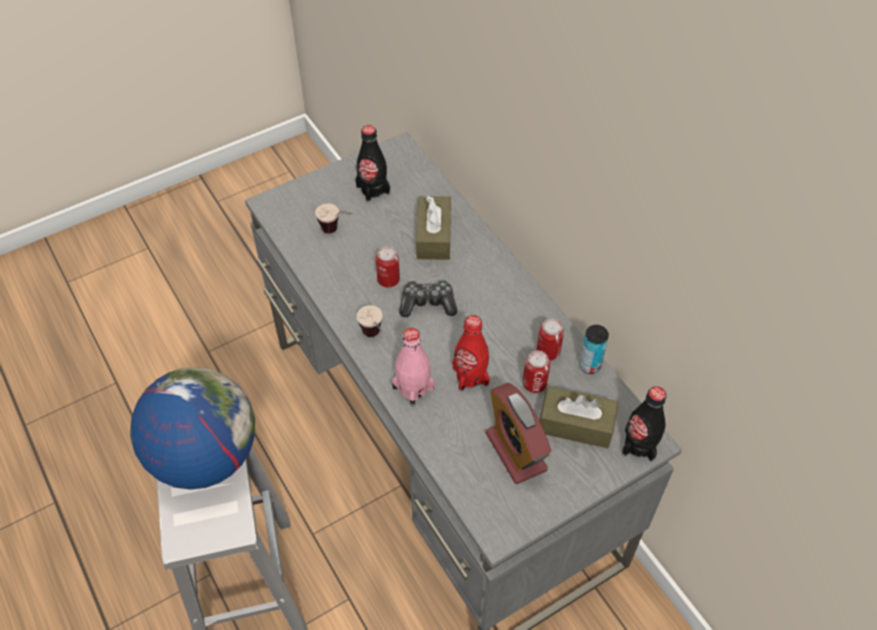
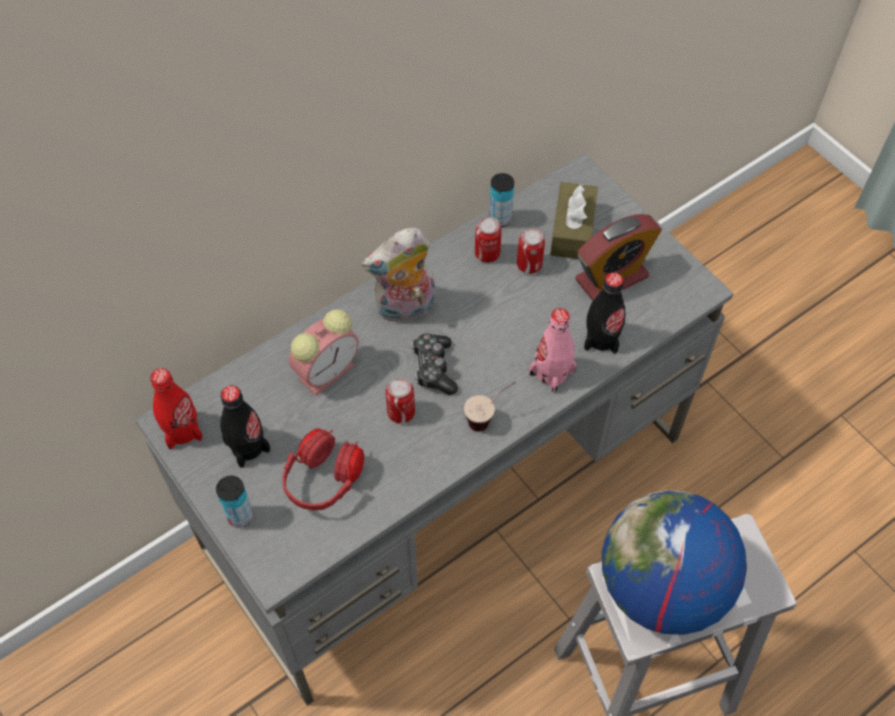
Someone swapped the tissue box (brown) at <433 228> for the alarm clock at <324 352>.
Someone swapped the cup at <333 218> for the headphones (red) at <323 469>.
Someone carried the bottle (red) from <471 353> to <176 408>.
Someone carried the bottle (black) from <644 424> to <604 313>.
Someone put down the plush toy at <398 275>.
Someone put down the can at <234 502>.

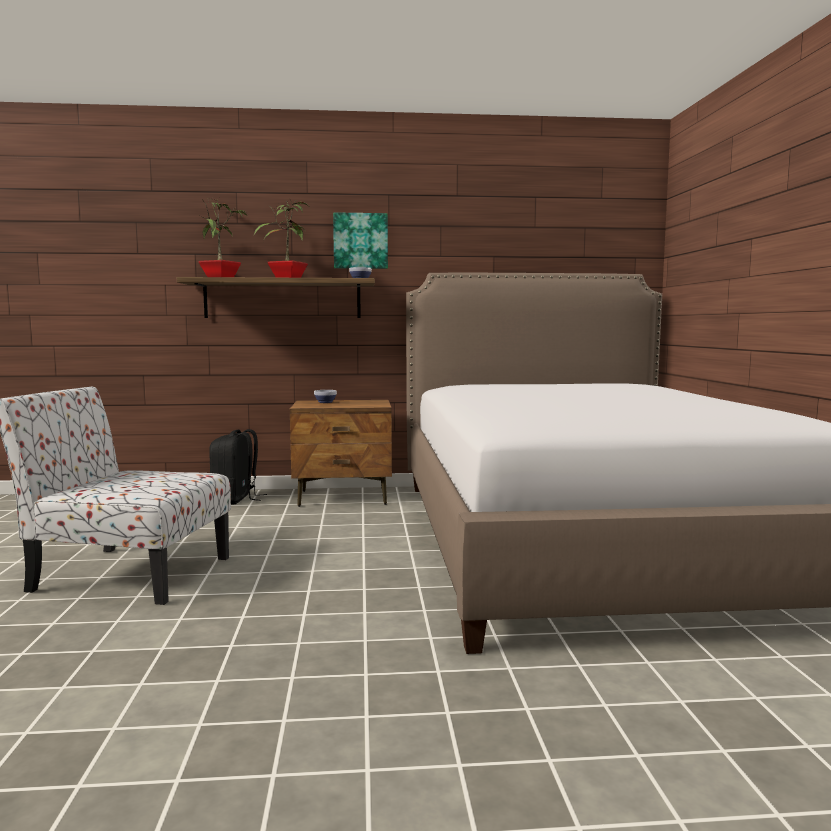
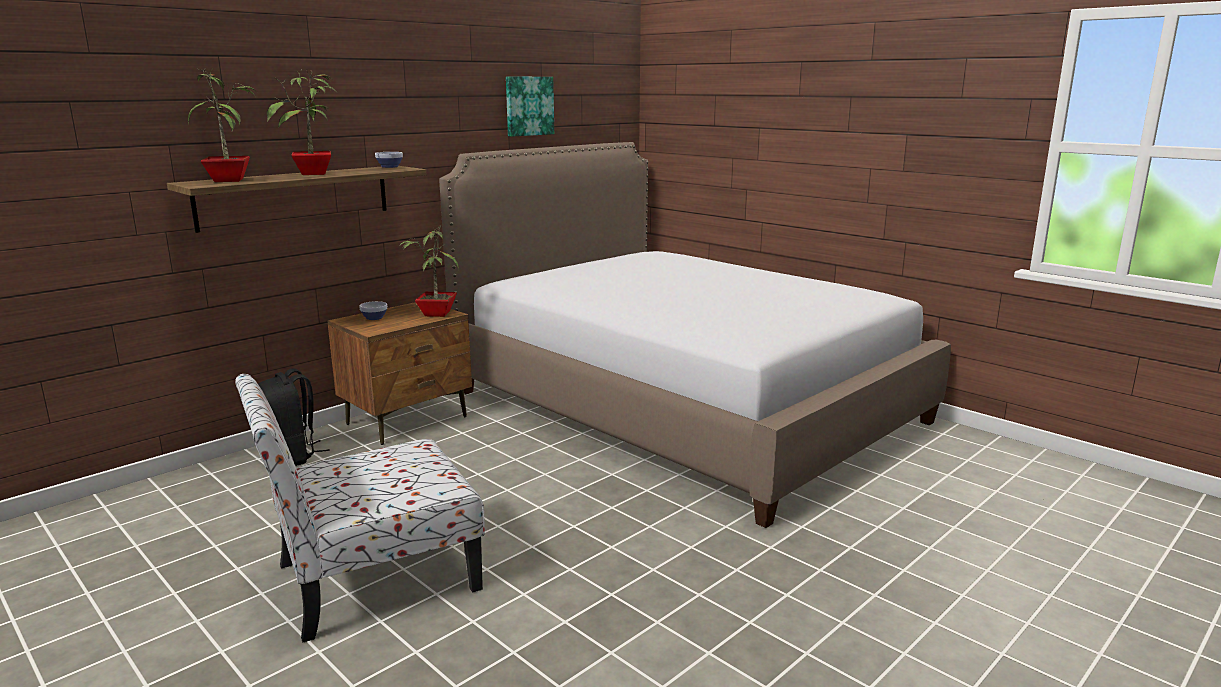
Someone carried the picture from <360 240> to <530 106>.
Someone put down the potted plant at <428 270>.

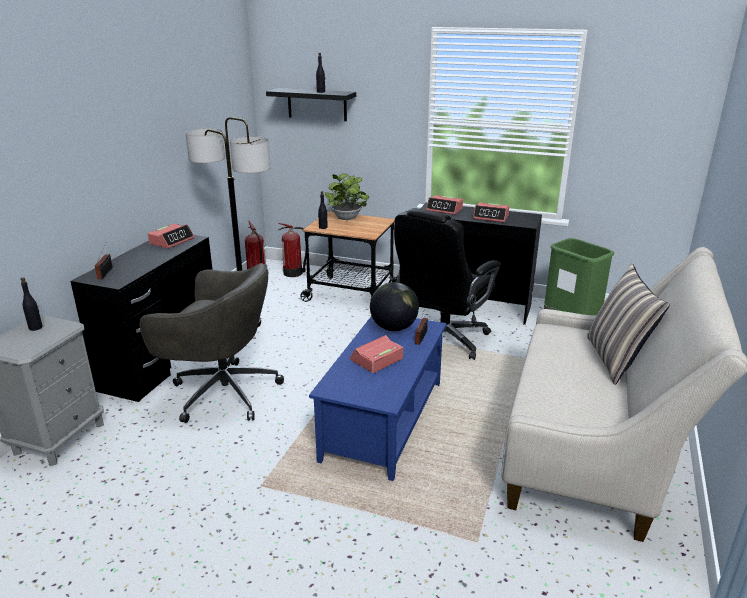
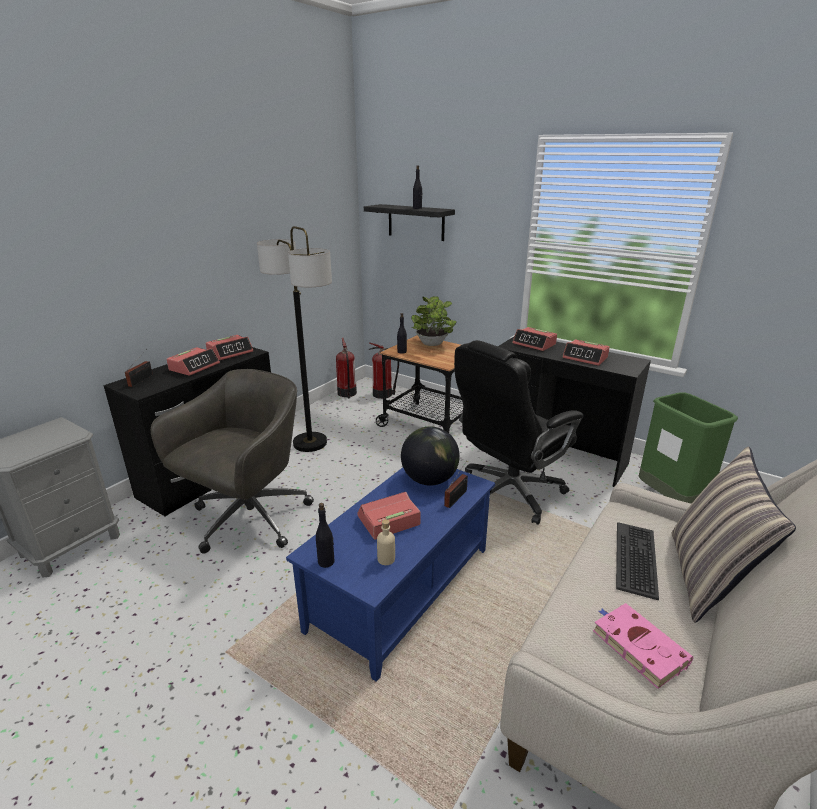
Someone rotated the office chair (grey) at <212 343> by 90 degrees counterclockwise.
Someone carried the bottle (black) from <32 304> to <325 535>.
Someone put down the alarm clock at <193 361>.
Someone put down the bottle (beige) at <386 542>.
Someone put down the keyboard at <637 561>.
Someone put down the book (pink) at <643 646>.

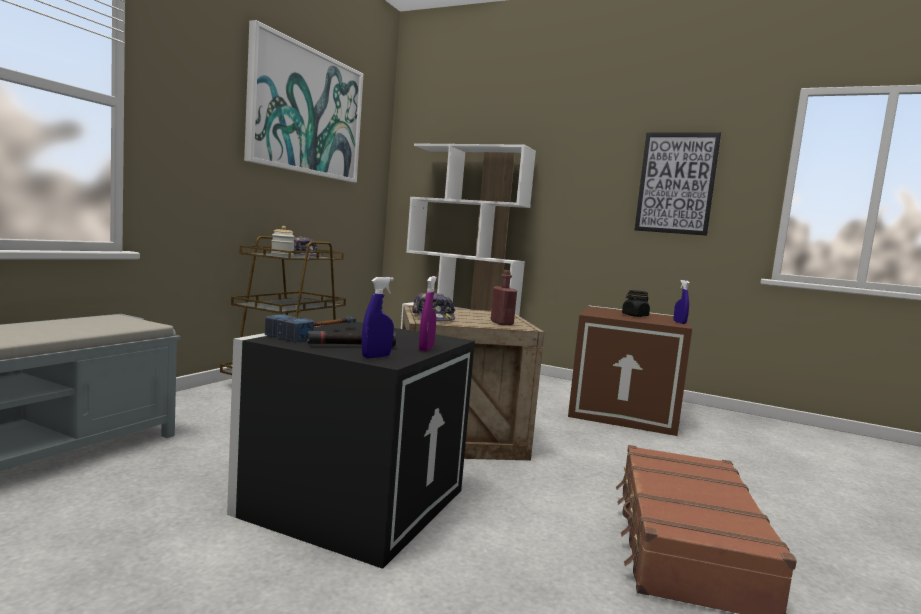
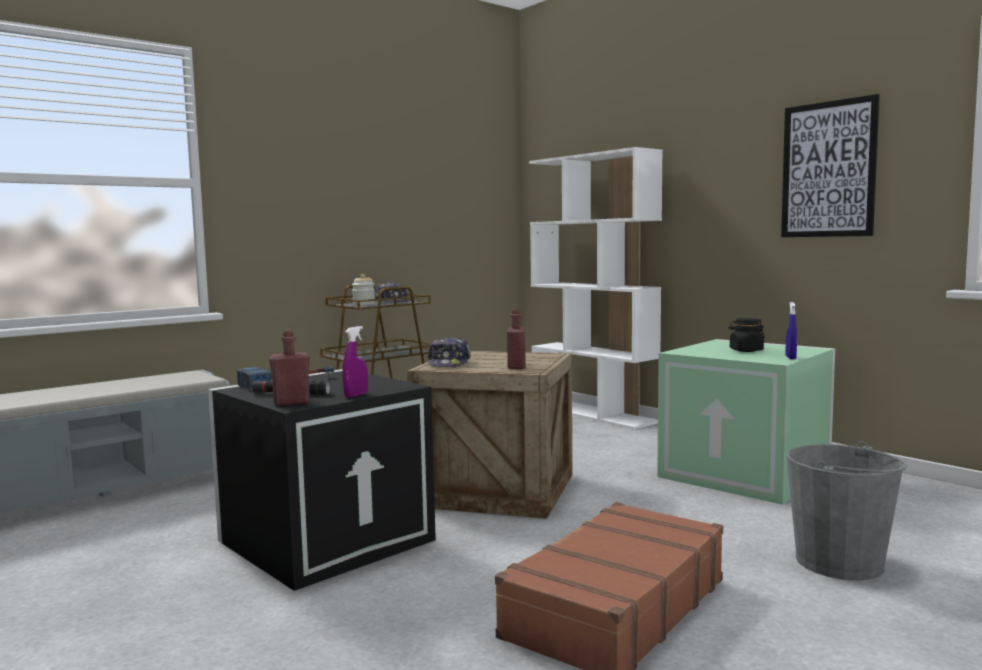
Someone took away the picture at <303 101>.
Someone swapped the spray bottle (blue) at <378 317> for the bottle (red) at <289 368>.
Someone repainted the storage box (brown) at <630 371>, which became the storage box (green) at <746 422>.
Someone put down the bucket (grey) at <847 511>.

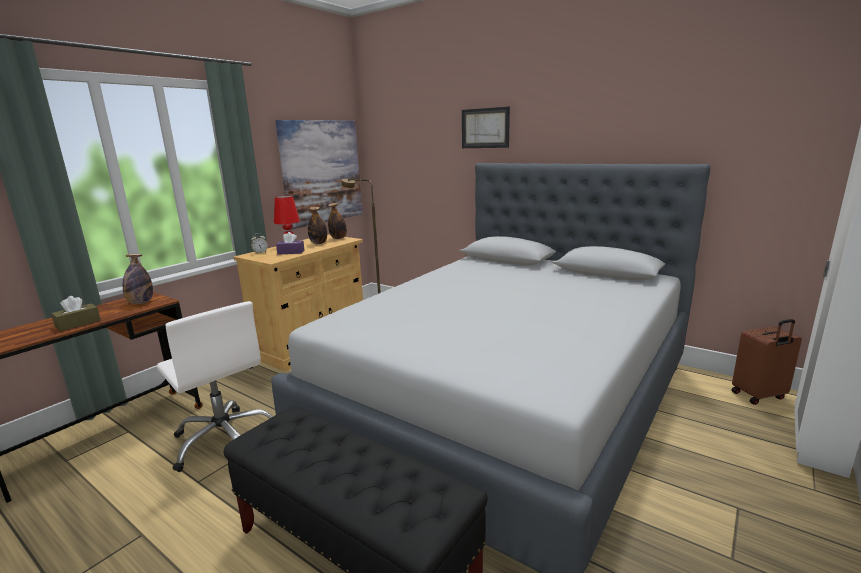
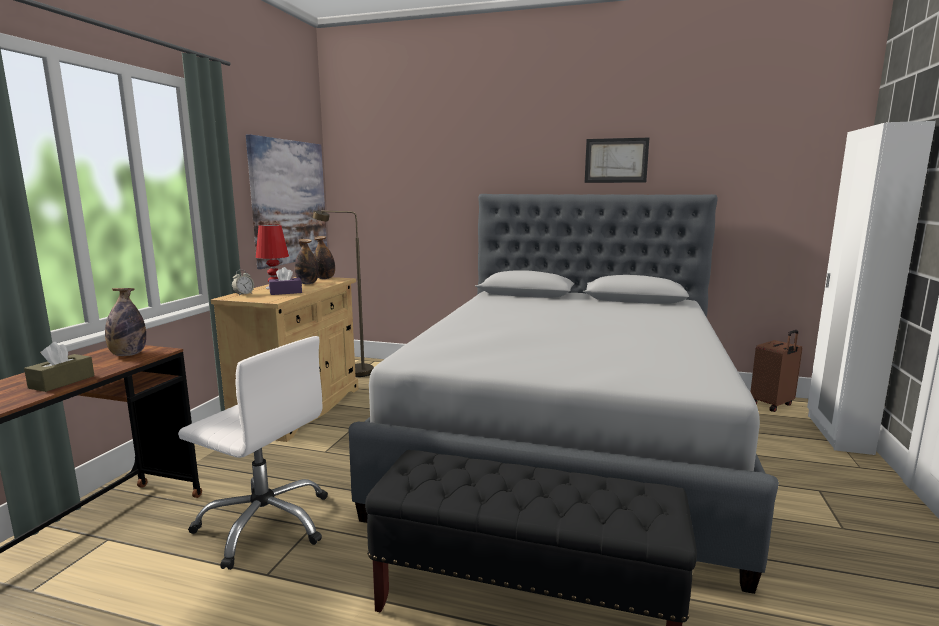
Someone carried the picture from <486 127> to <617 160>.

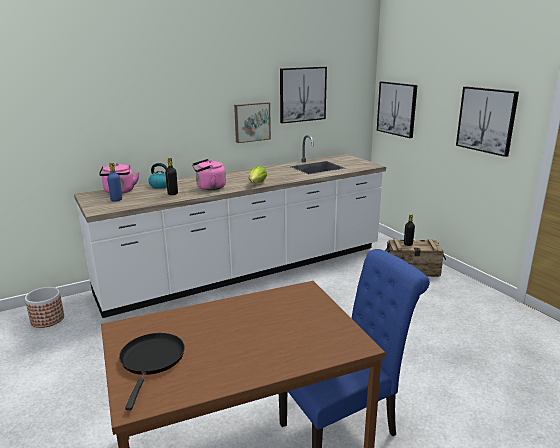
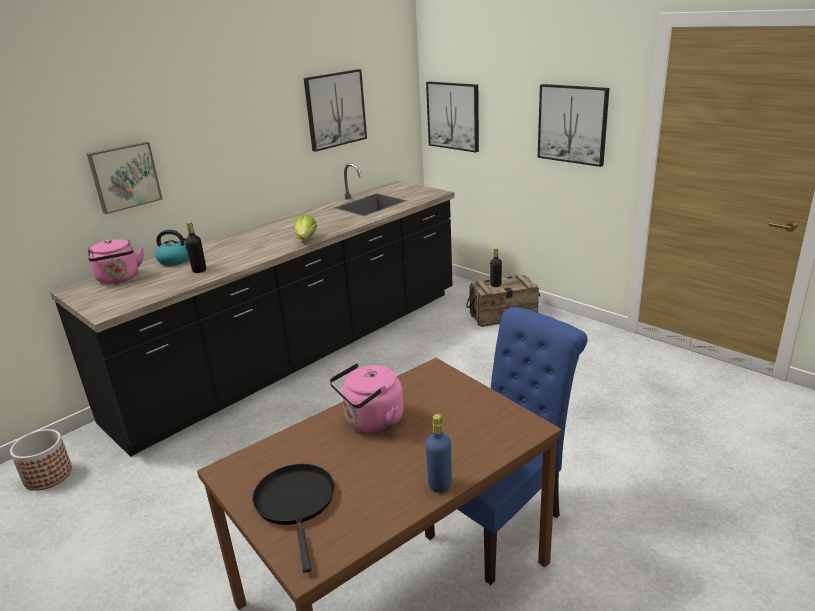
Someone carried the picture from <252 122> to <124 177>.
Someone repainted the counter (white) at <230 226>, which became the counter (black) at <252 310>.
Someone carried the kettle (pink) from <209 174> to <366 398>.
Someone carried the bottle (blue) from <114 182> to <439 453>.

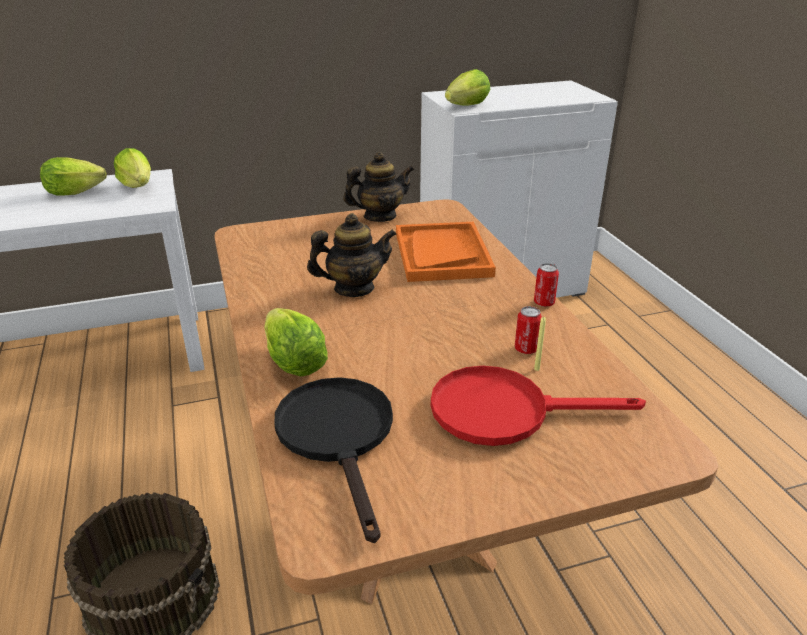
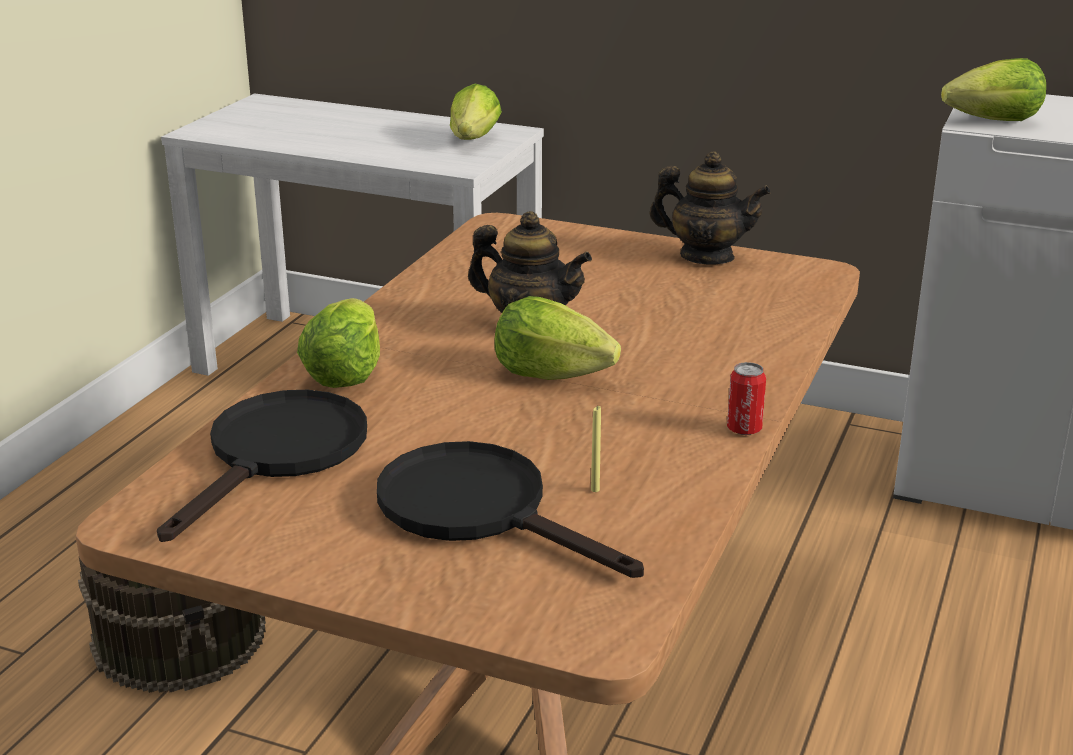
Someone carried the lettuce from <73 176> to <557 338>.
Someone took away the tray (orange) at <446 252>.
Someone took away the can at <528 330>.
Someone repainted the frying pan (red) at <538 406>, which became the frying pan (black) at <510 509>.

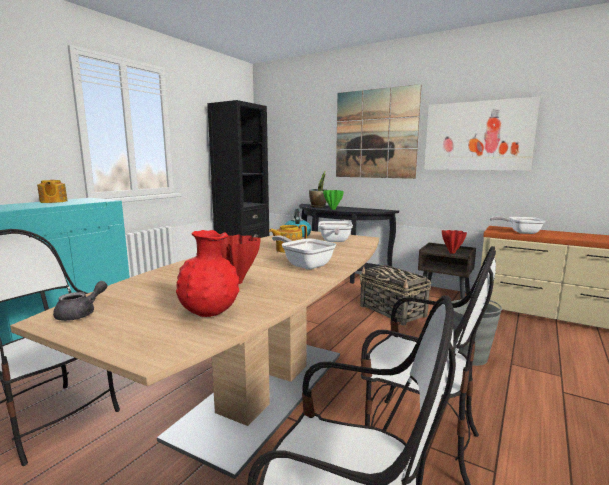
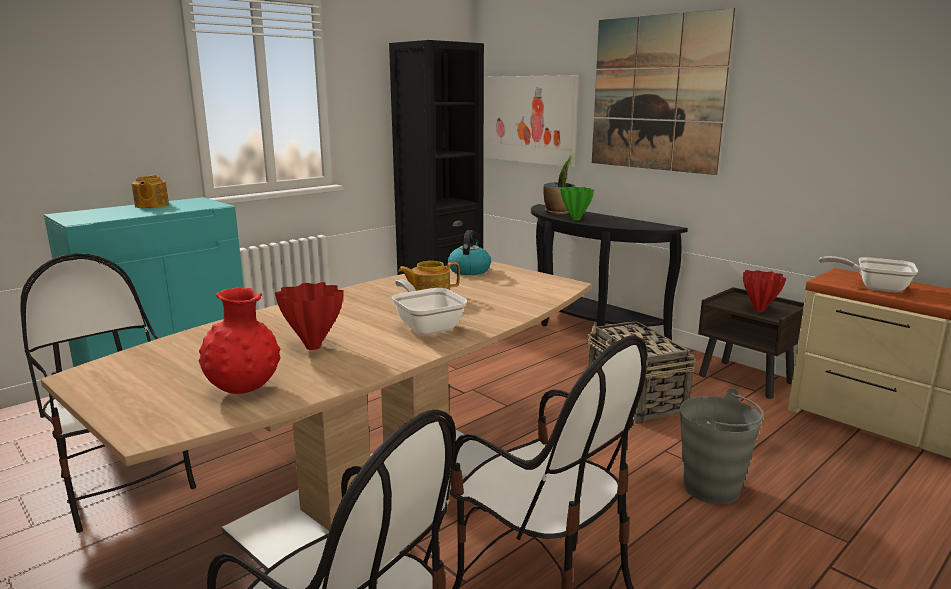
Someone carried the picture from <482 134> to <531 121>.
Someone took away the frying pan at <336 231>.
Someone took away the teapot (grey) at <80 301>.

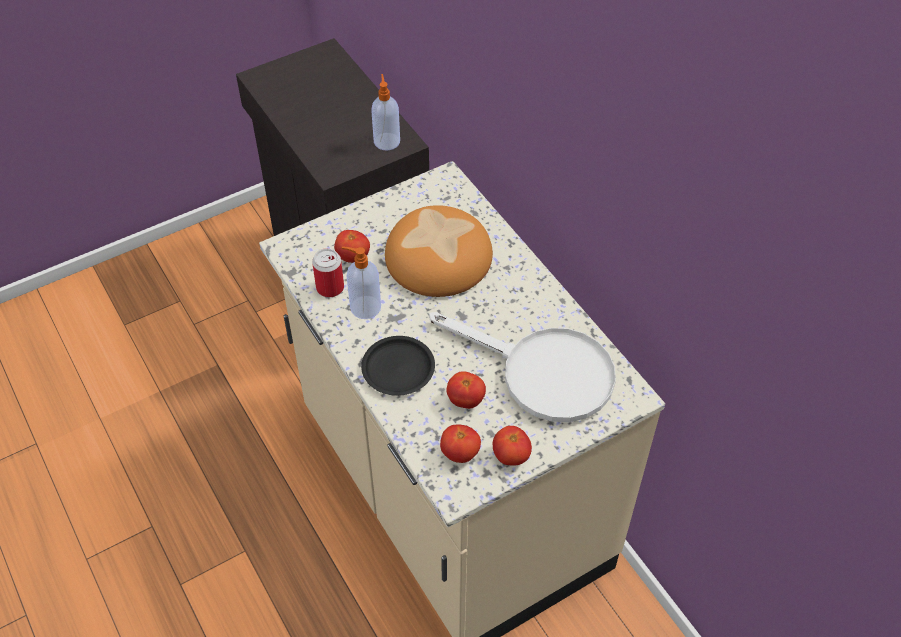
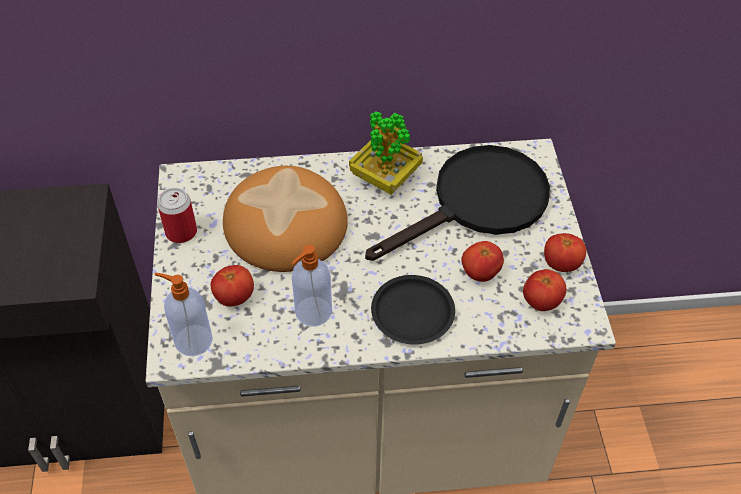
Someone carried the soap dispenser from <385 112> to <183 314>.
Someone carried the can from <328 272> to <177 215>.
Someone repainted the frying pan (white) at <522 367>, which became the frying pan (black) at <457 203>.
Someone put down the potted plant at <386 153>.

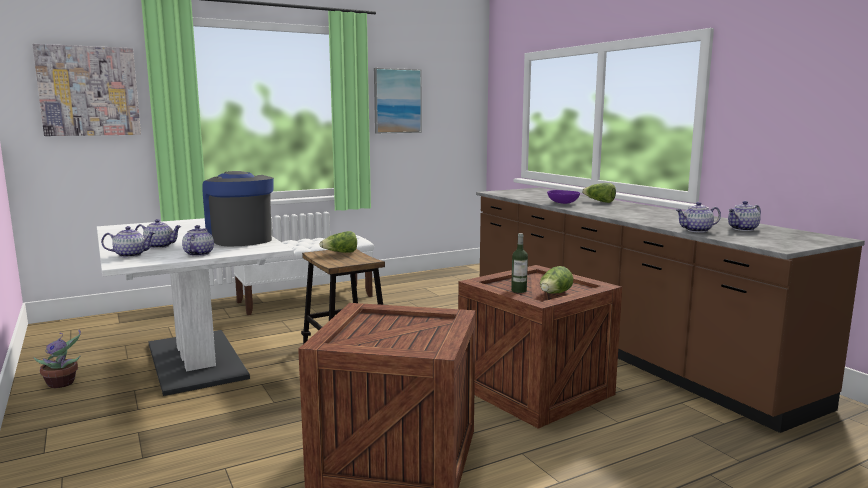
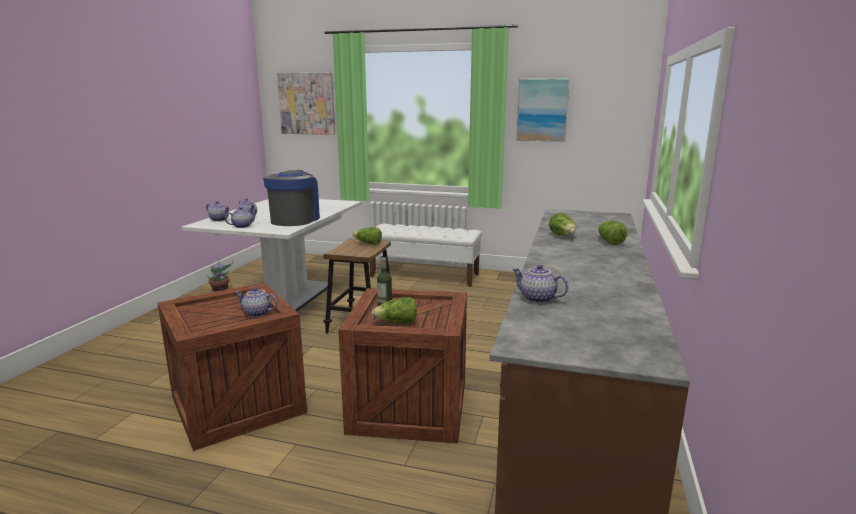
Someone swapped the bowl (purple) at <563 197> for the lettuce at <563 224>.
Someone carried the teapot from <744 216> to <256 302>.

